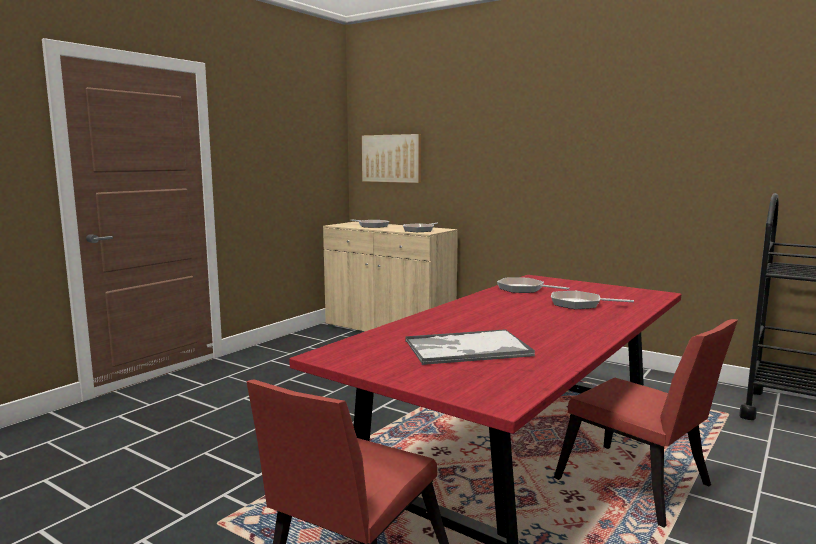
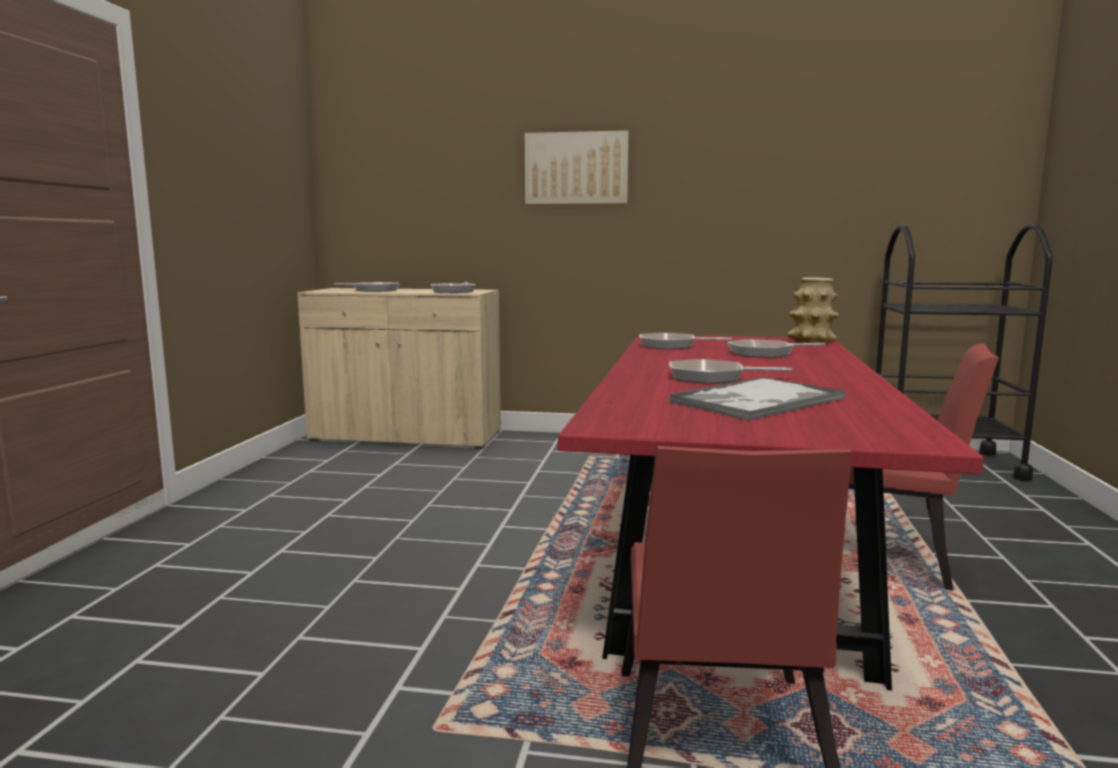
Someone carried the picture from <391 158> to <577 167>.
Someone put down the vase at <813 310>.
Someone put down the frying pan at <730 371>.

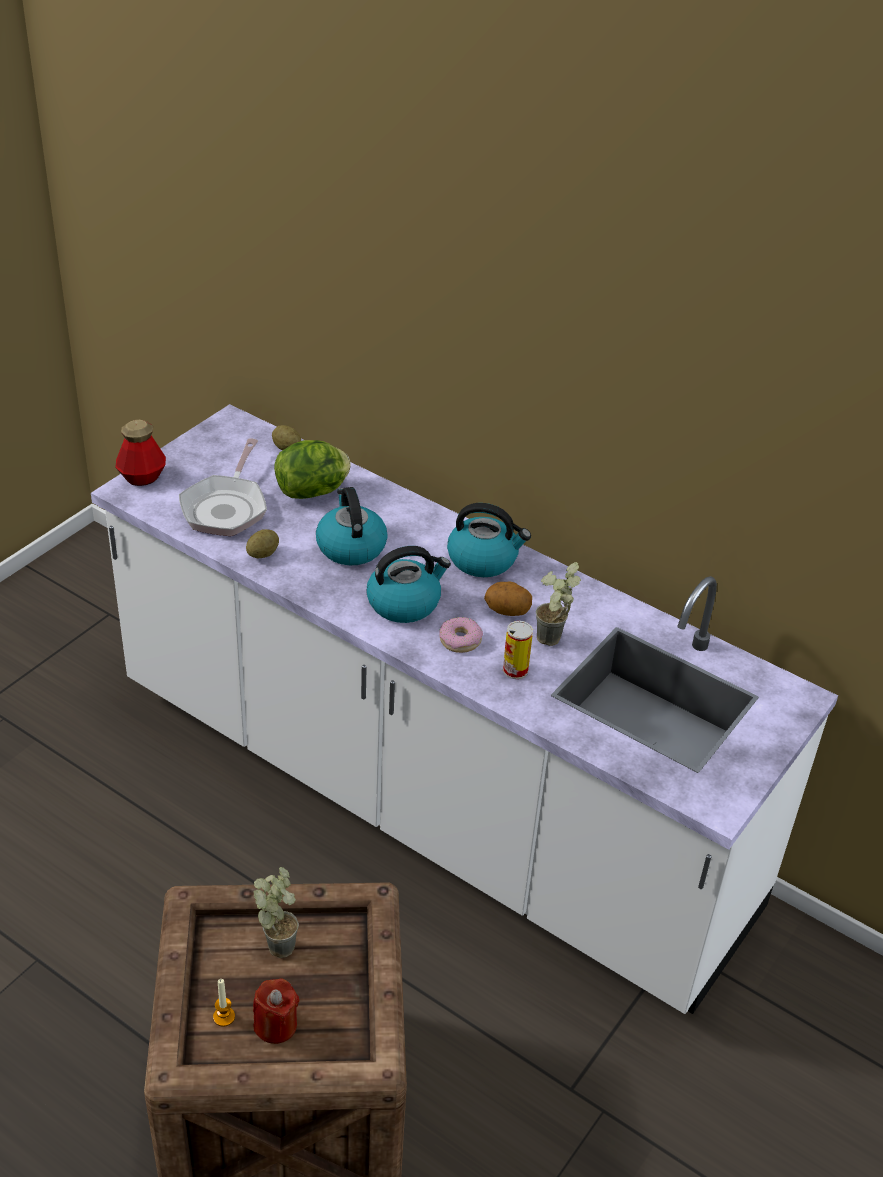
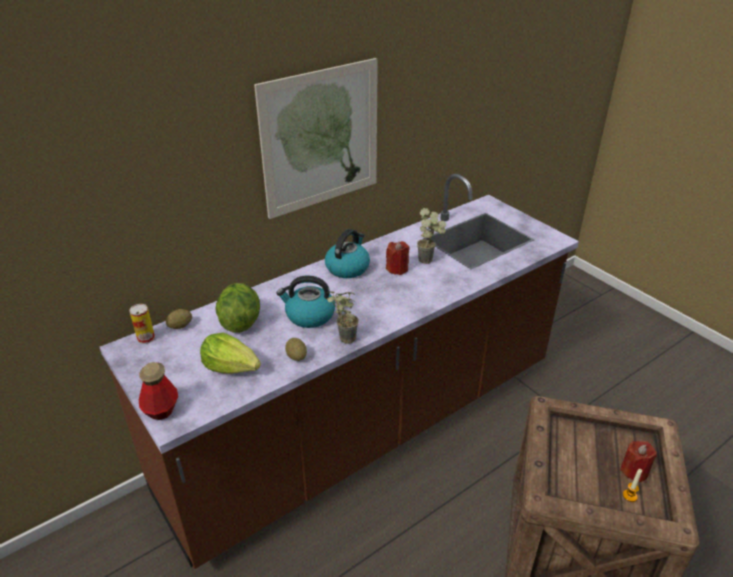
Someone repainted the counter (white) at <464 709>, which became the counter (brown) at <339 371>.
Someone swapped the frying pan at <223 487> for the lettuce at <230 353>.
Someone took away the kettle at <408 584>.
Someone swapped the potato at <508 599> for the candle (red) at <398 258>.
Someone took away the donut at <461 635>.
Someone carried the can from <518 650> to <142 324>.
Someone carried the potted plant from <276 912> to <343 317>.
Someone put up the picture at <316 138>.

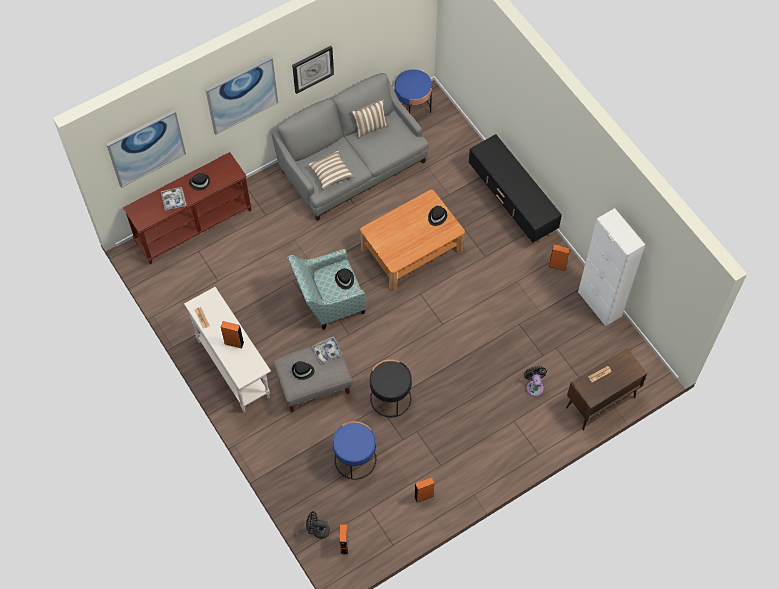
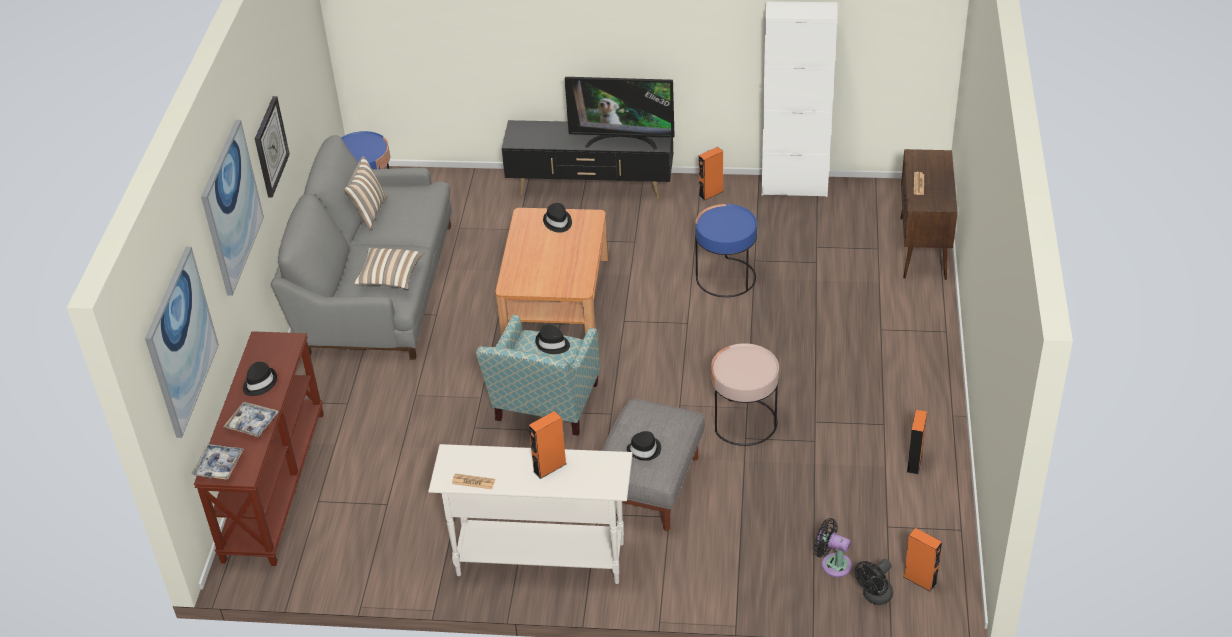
Someone carried the tray from <327 350> to <218 462>.
Someone repainted the side table (black) at <391 388>, which became the side table (pink) at <745 394>.
Someone carried the fan (black) from <535 381> to <833 547>.
Someone carried the side table (blue) from <354 451> to <726 250>.
Someone put down the television at <620 113>.

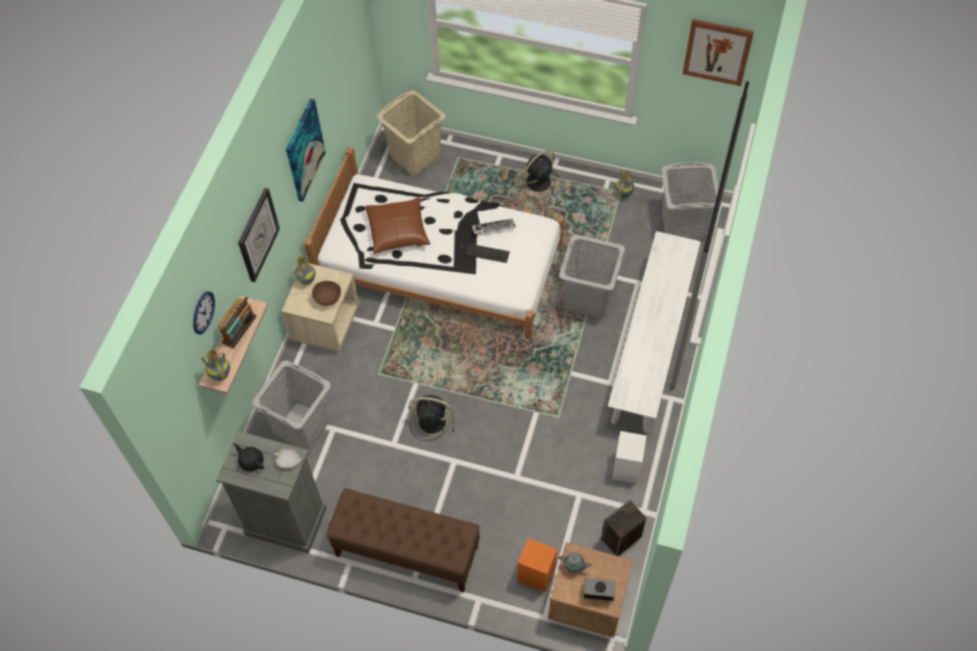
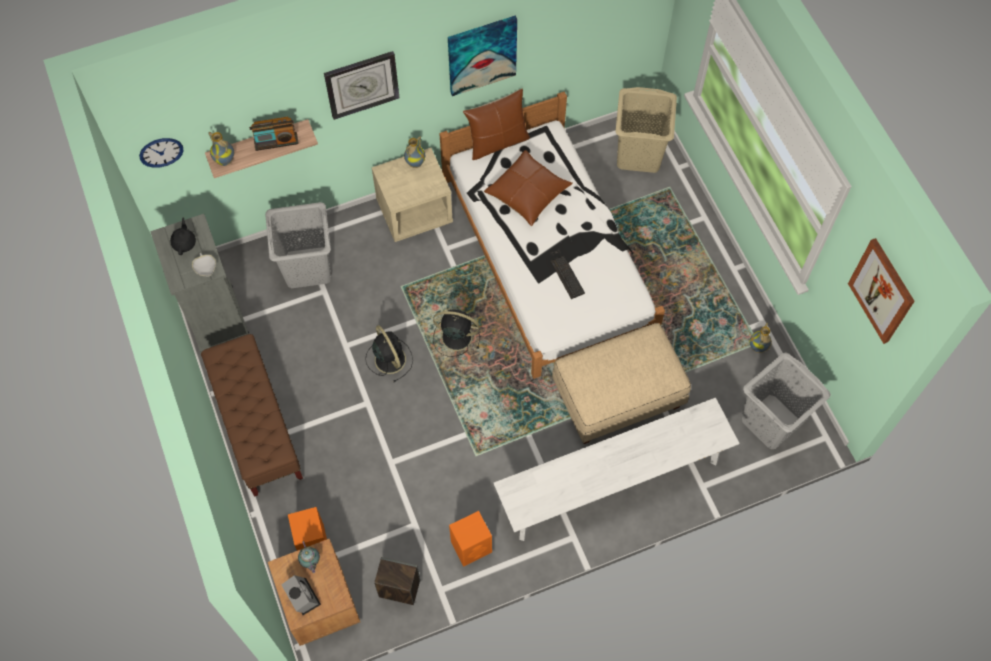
Someone carried the fan (black) from <539 174> to <456 333>.
Someone took away the keyboard at <494 226>.
Someone swapped the laundry basket (grey) at <592 276> for the ottoman (beige) at <621 383>.
Someone took away the bowl (brown) at <326 293>.
Someone carried the wall clock from <204 313> to <161 153>.
Someone repainted the speaker (white) at <629 457>, which became the speaker (orange) at <470 539>.
Someone put down the pillow (brown) at <496 124>.

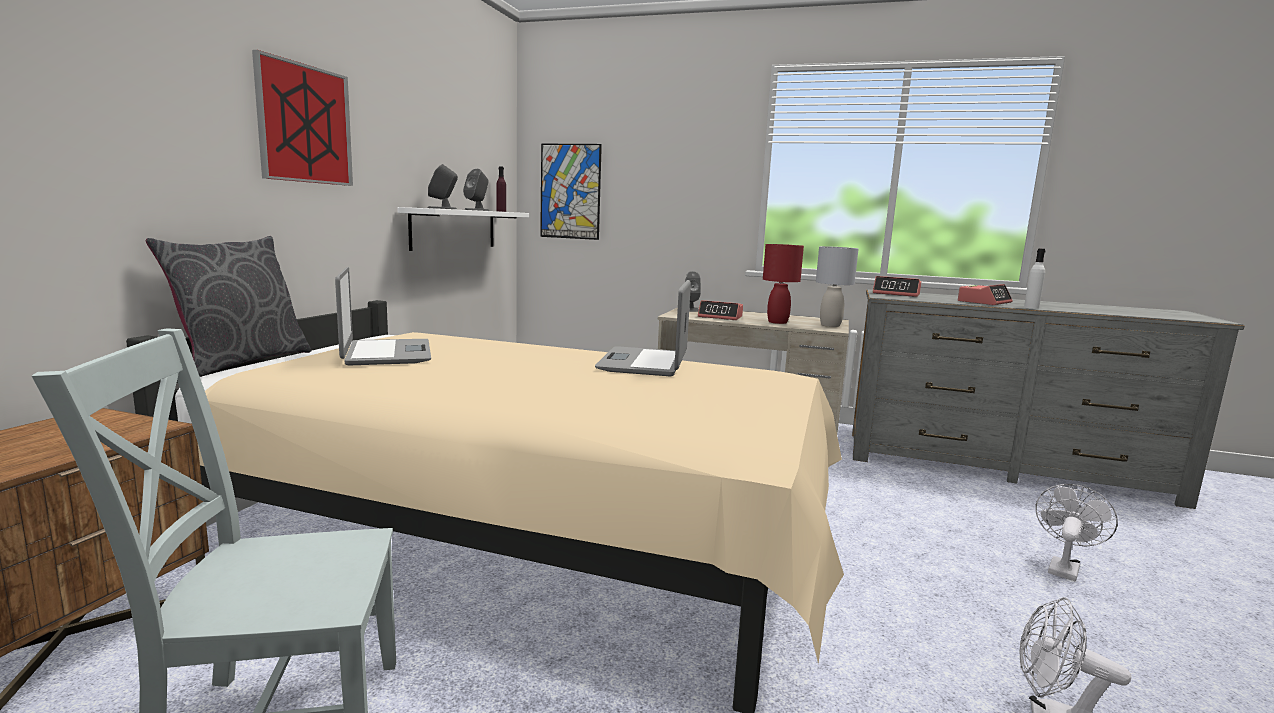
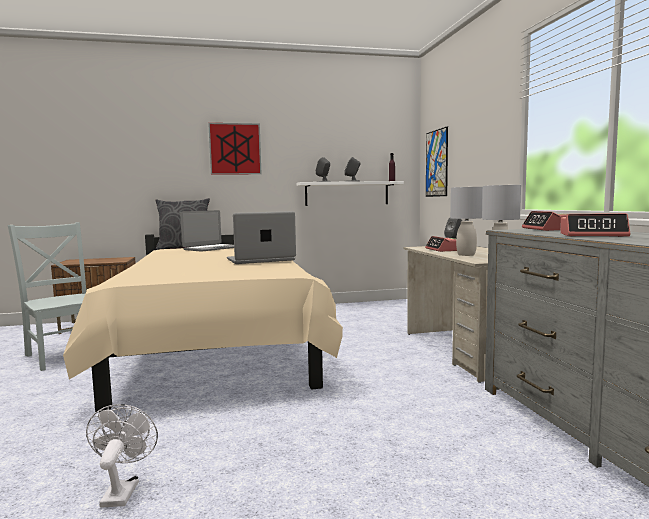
Someone repainted the table lamp (red) at <783 284>, which became the table lamp (grey) at <466 221>.
Someone took away the bottle (white) at <1034 278>.
Someone took away the fan (white) at <1076 532>.

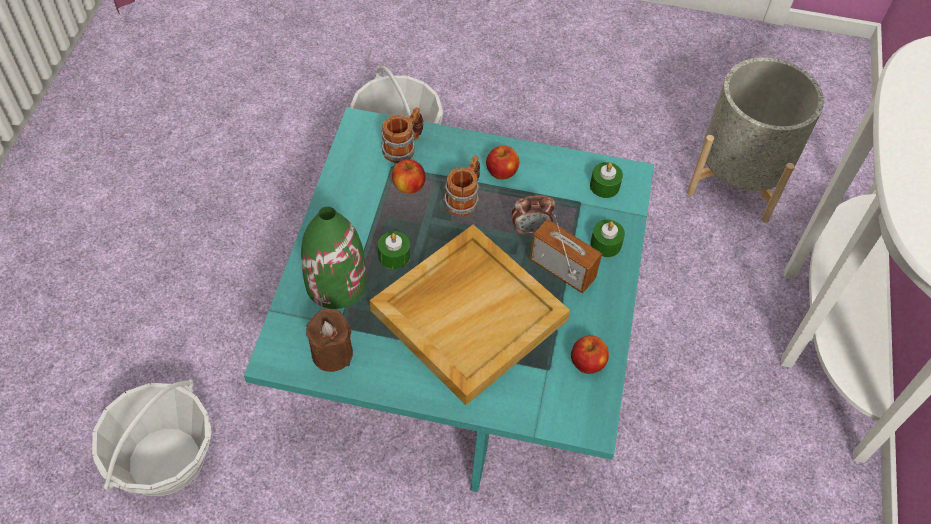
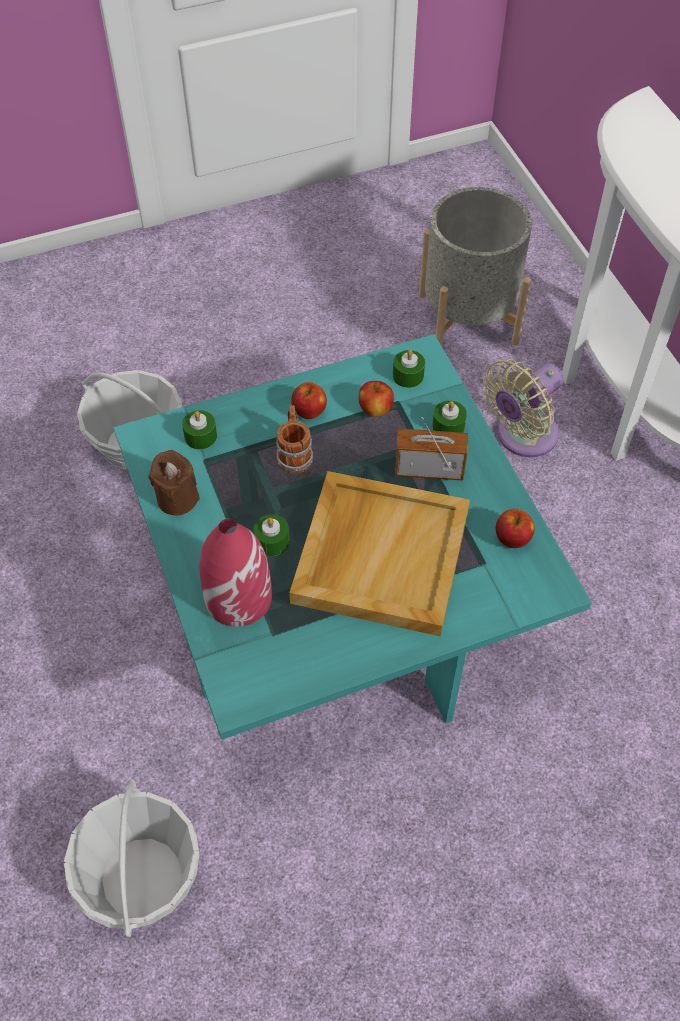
Someone swapped the mug at <403 135> for the candle (green) at <199 429>.
Someone carried the apple from <408 176> to <376 399>.
Someone took away the alarm clock at <533 215>.
Someone repainted the vase (green) at <333 258>, which became the vase (red) at <235 573>.
Someone carried the candle (brown) from <329 340> to <174 483>.
Someone put down the fan (beige) at <523 408>.

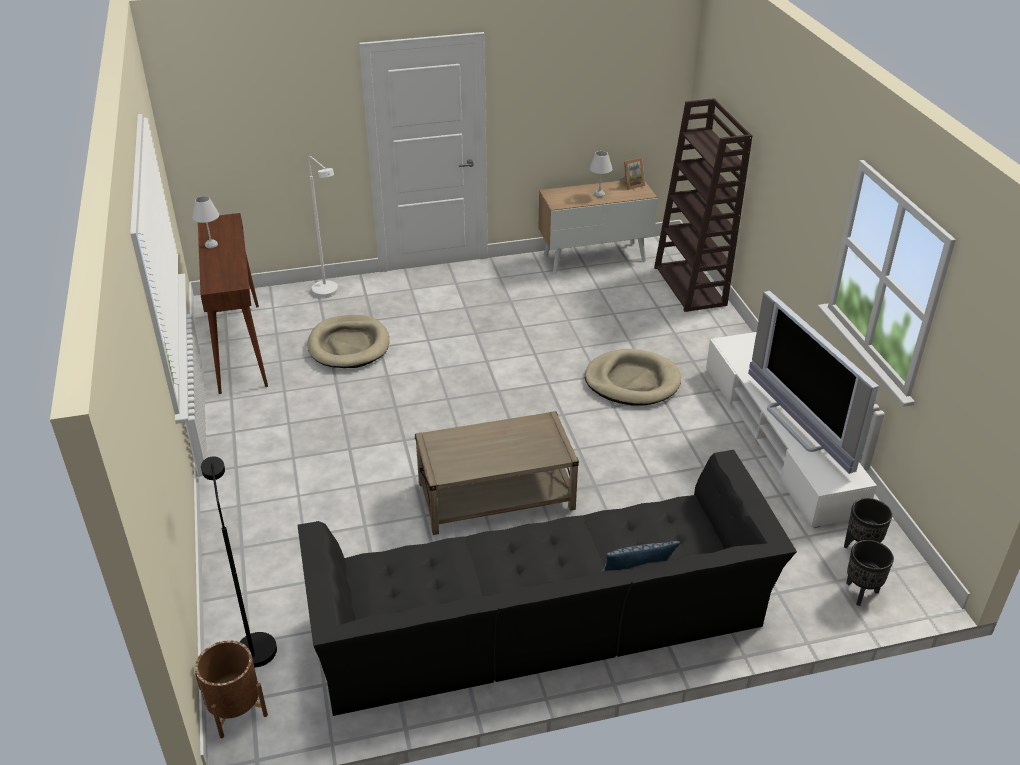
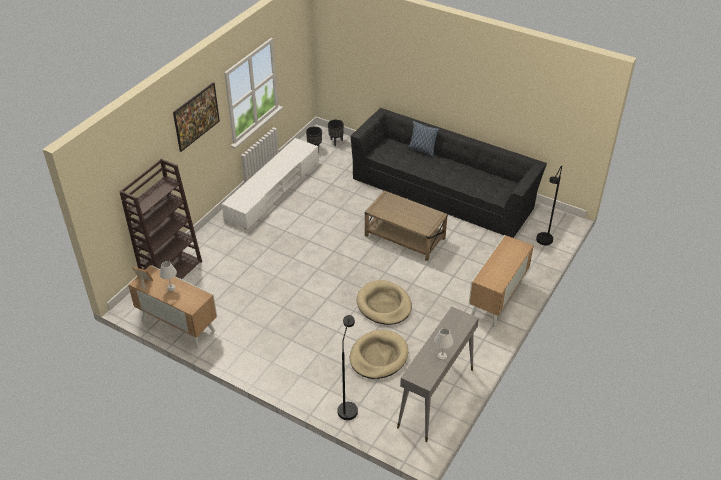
Someone repainted the floor lamp (white) at <323 227>, which became the floor lamp (black) at <348 367>.
Someone repainted the console table (brown) at <233 303>, which became the console table (grey) at <438 374>.
Someone took away the television at <813 382>.
Someone carried the dog bed (beige) from <633 377> to <384 302>.
Someone took away the planter (brown) at <231 689>.
Someone put up the picture at <196 117>.
Someone put down the cabinet at <501 281>.

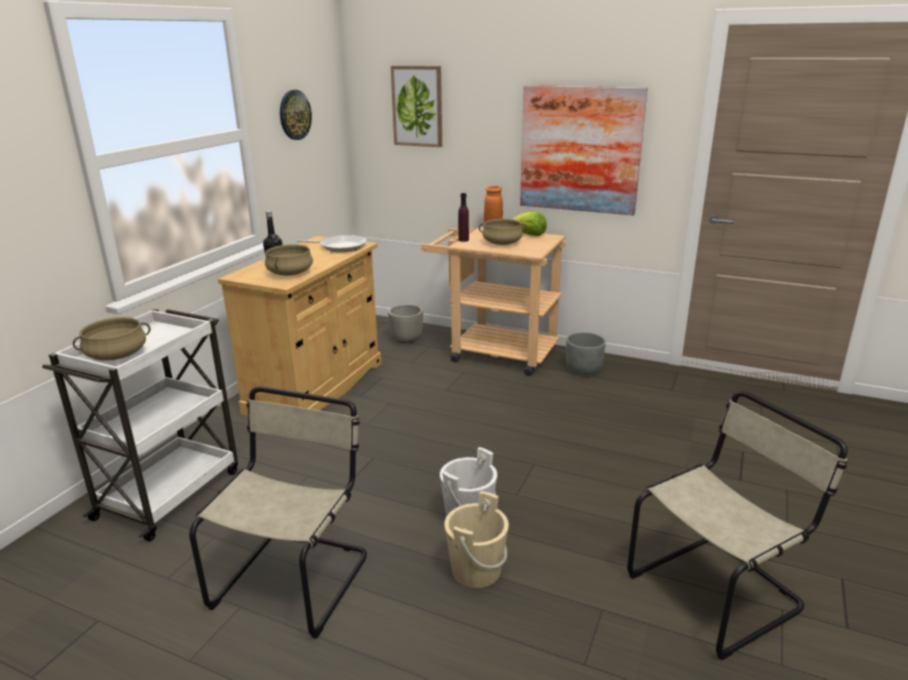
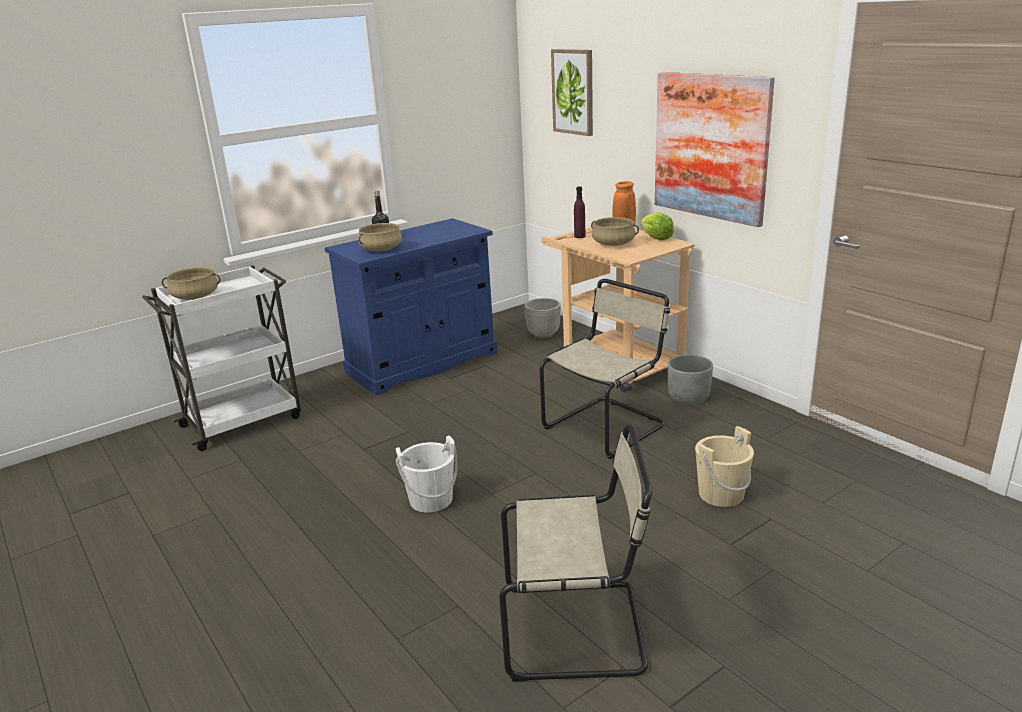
Someone took away the wall clock at <296 115>.
Someone took away the frying pan at <332 243>.
Someone repainted the cabinet (beige) at <300 326>, which became the cabinet (blue) at <411 307>.
Someone carried the chair (beige) from <278 512> to <605 369>.
Someone carried the bucket (beige) from <476 539> to <724 466>.

